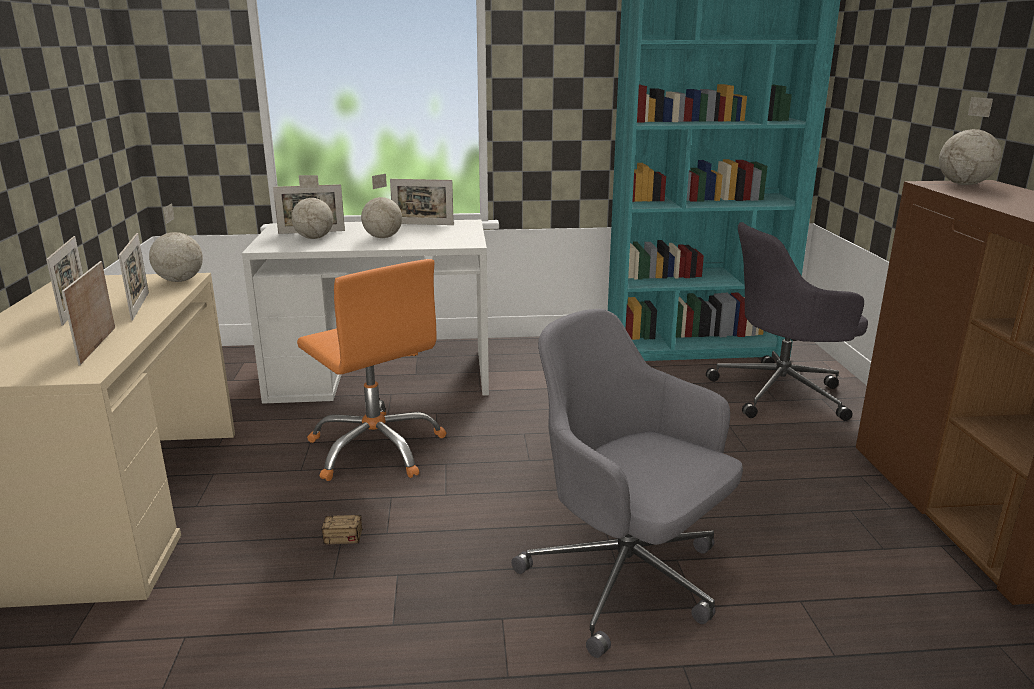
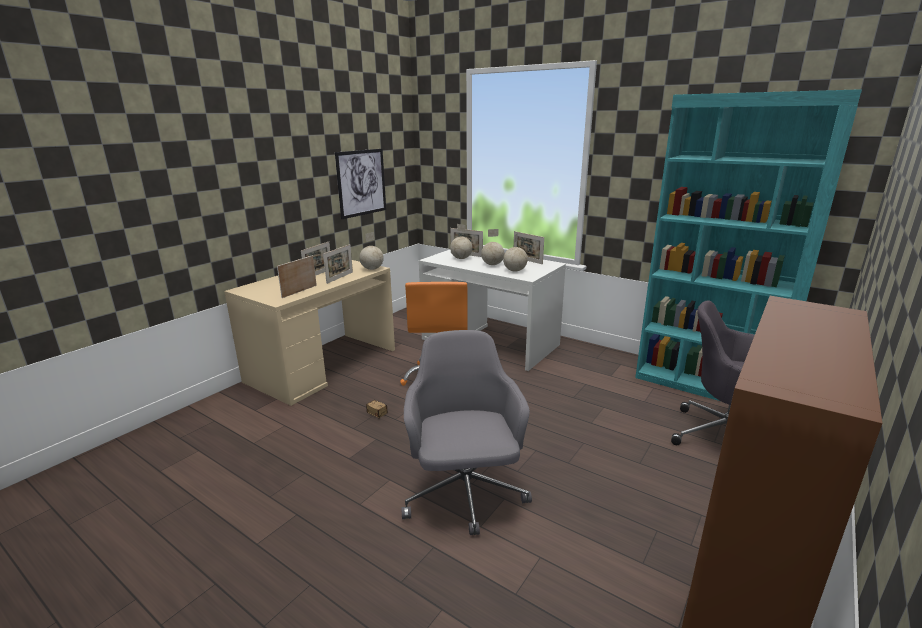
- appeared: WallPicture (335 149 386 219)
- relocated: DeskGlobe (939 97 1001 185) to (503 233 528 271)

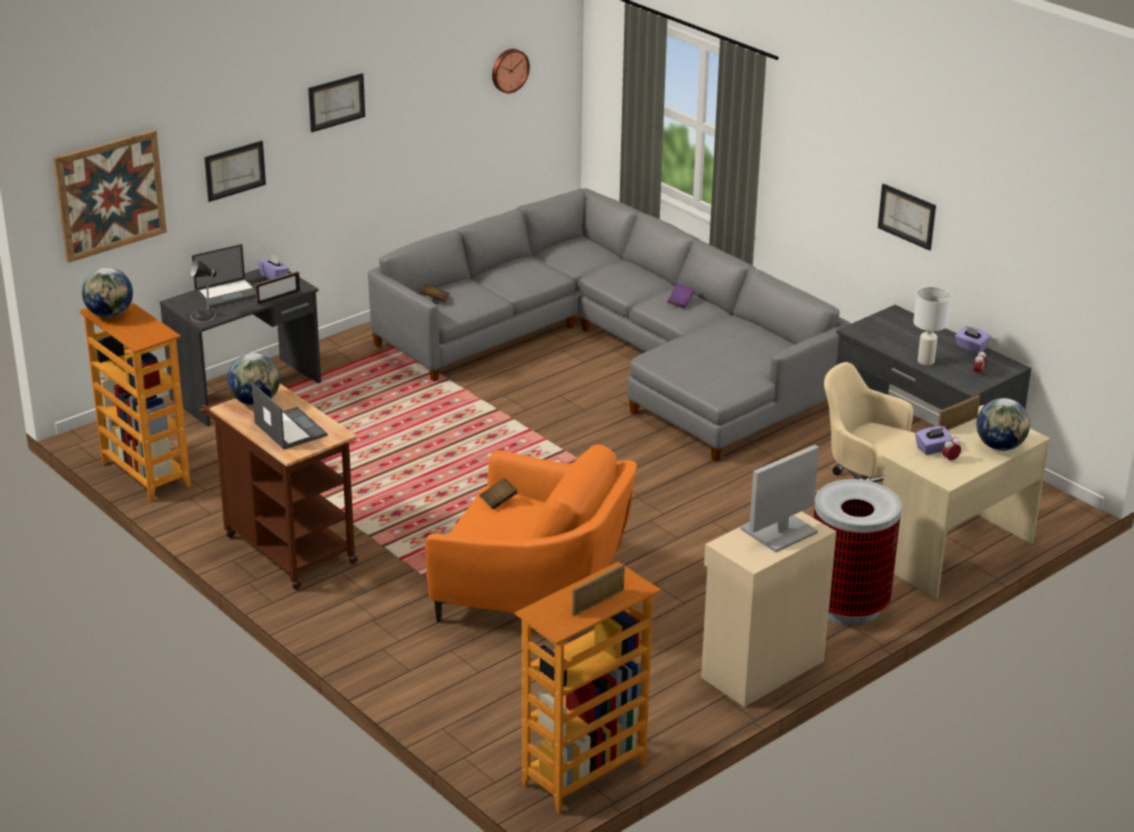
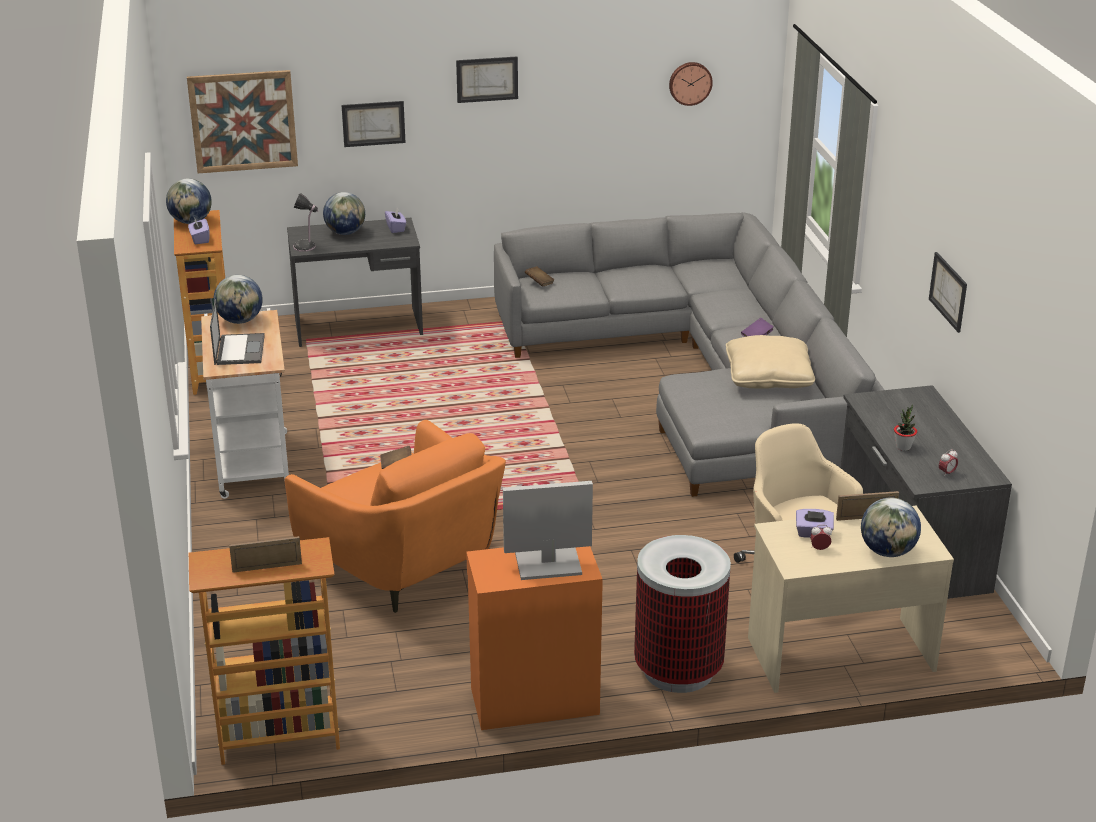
- missing: StandingFrame (255 271 300 306)
- appeared: BeigeColouredPillow (726 335 815 389)
- relocated: PurplishTissueHolder (955 326 991 354) to (188 217 210 244)
- exchanged: PortableComputer (192 244 256 308) to DeskGlobe (323 192 365 235)
- exchanged: WhiteColouredLampForATable (913 287 951 365) to PottedPlant (894 404 917 451)
- colour: BrownColouredCart (200 384 358 590) to WhiteColouredCart (201 308 289 499)
- colour: BeigeColouredCupboard (701 511 836 707) to OrangeCupboard (466 546 603 730)

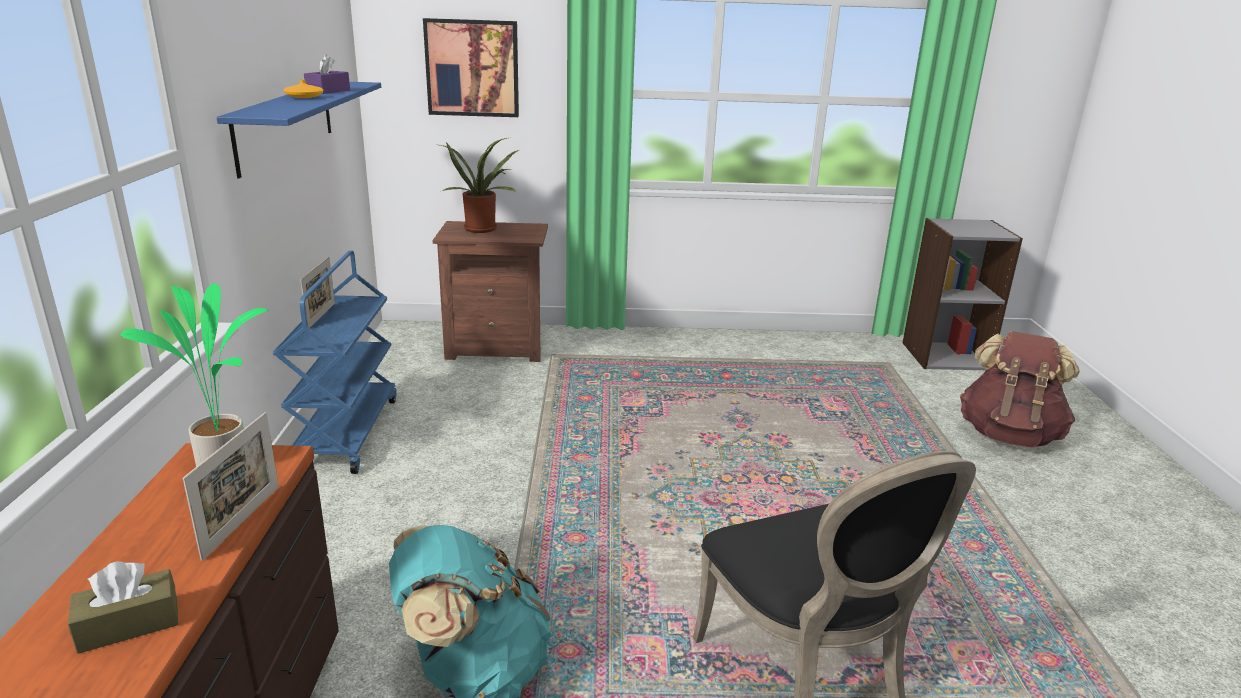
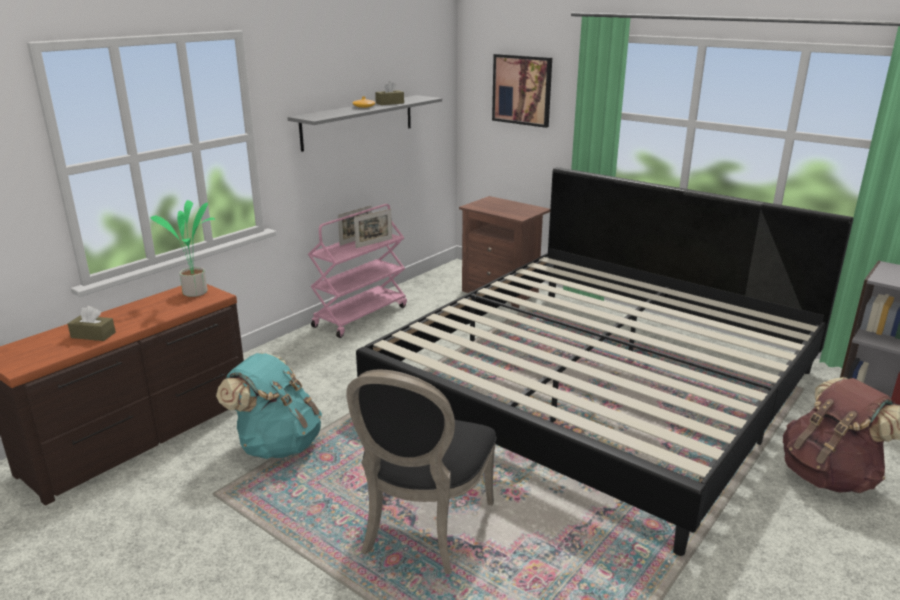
- missing: PottedPlant (440 138 519 233)
- appeared: SleepingBed (356 167 854 556)
- relocated: StandingFrame (183 412 279 561) to (354 209 392 248)
- colour: BlueWallShelf (216 82 381 178) to GreyishWallShelf (287 95 442 152)
- colour: BlueCart (273 251 397 474) to PinkCart (308 204 407 338)
- colour: PurplishTissueHolder (304 55 350 94) to BrownColouredTissueHolder (375 81 404 105)

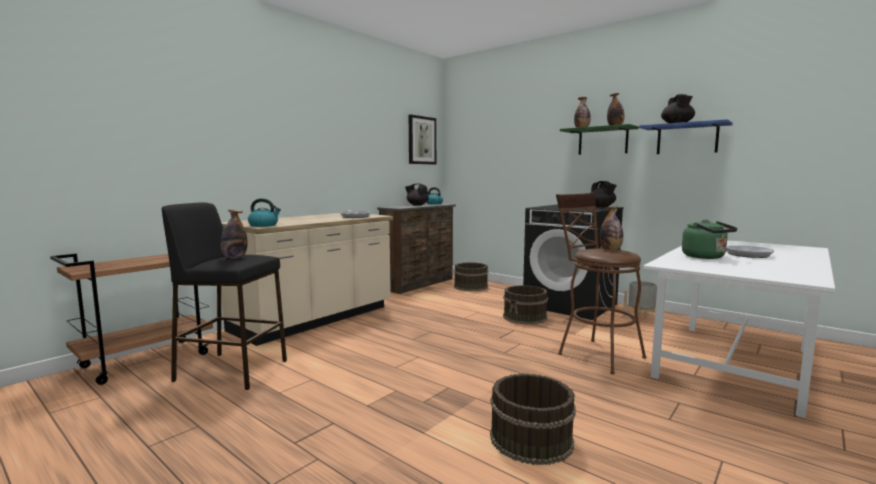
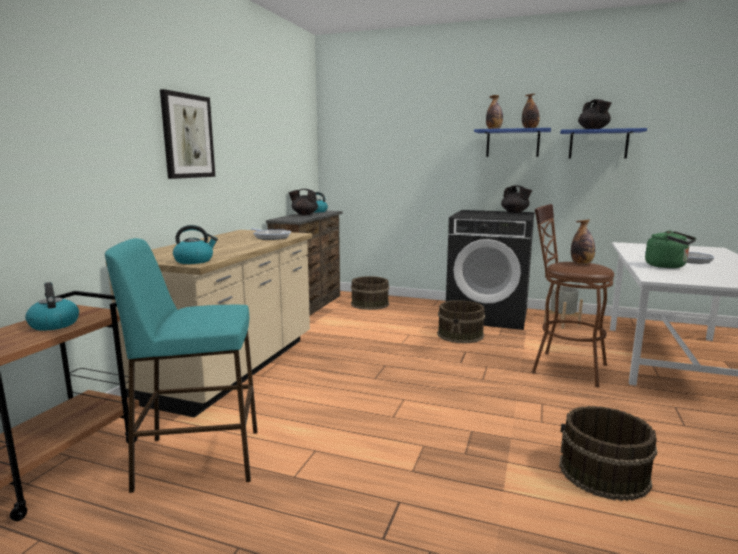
- missing: Bottle (220 209 248 258)
- appeared: WaterKettle (25 282 79 331)
- relocated: WallPicture (409 114 436 165) to (160 89 215 179)
- colour: BlackSittingStool (162 202 287 390) to TurquoiseColouredSittingStool (105 238 257 493)
- colour: GreenishWallShelf (560 124 639 155) to BlueWallShelf (474 128 551 157)

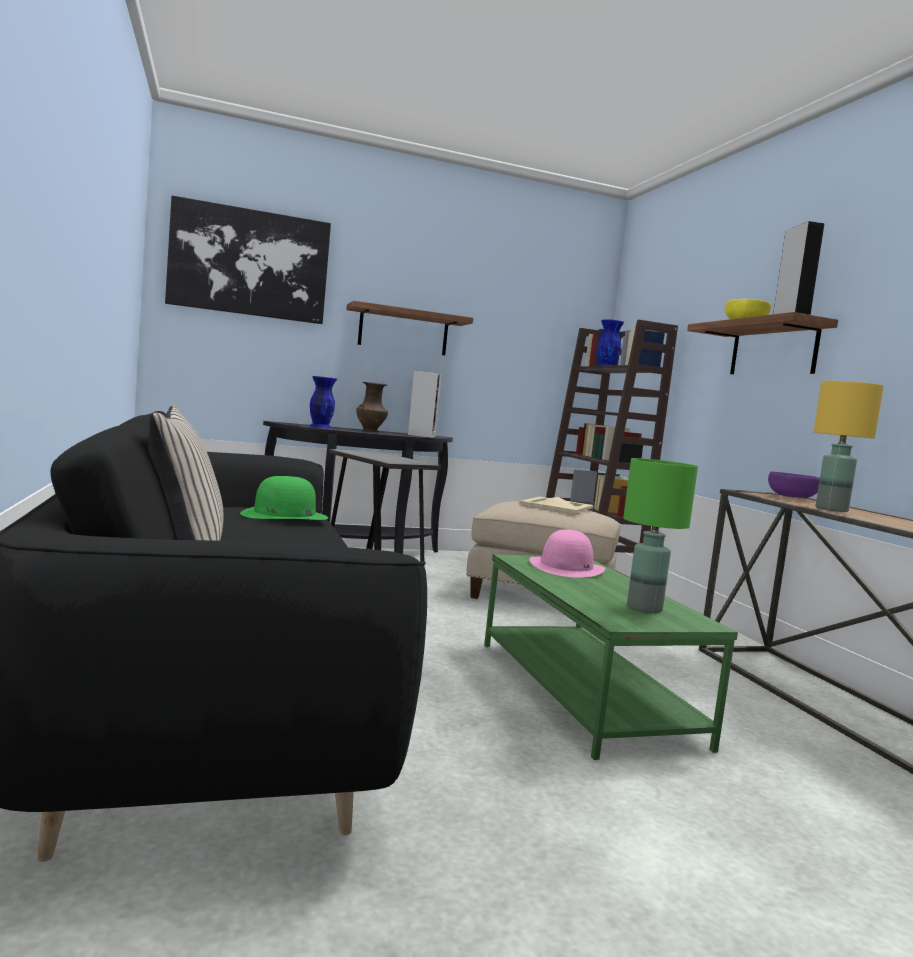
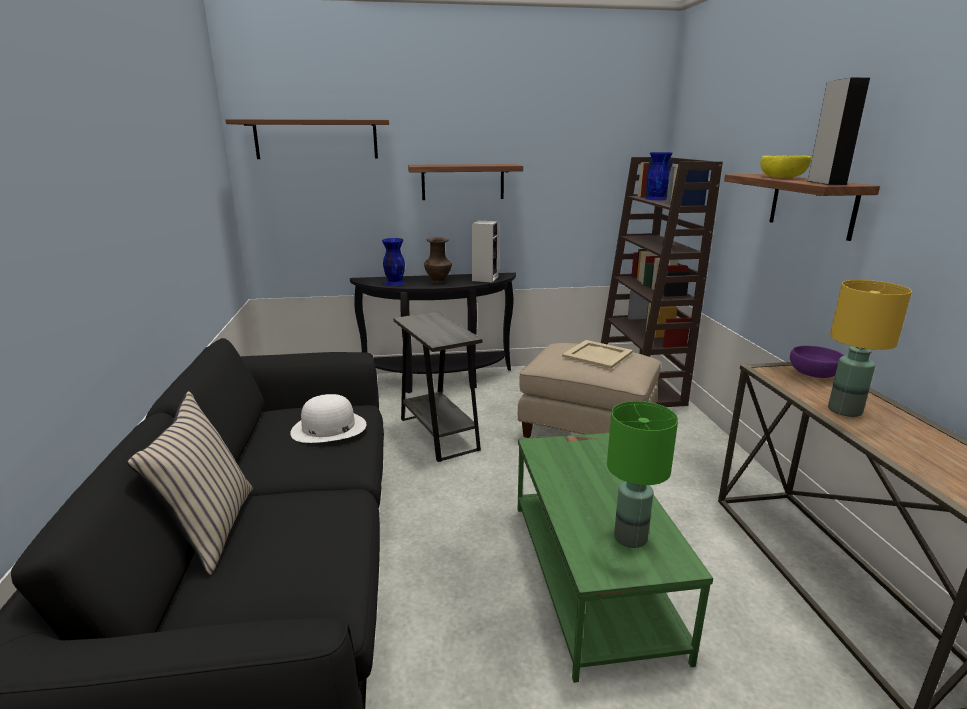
- missing: PinkClothingHat (529 529 605 578)
- exchanged: WallPicture (165 196 331 324) to BrownColouredWallShelf (225 119 389 159)
- colour: GreenishClothingHat (240 476 328 520) to WhiteColouredClothingHat (290 394 366 443)

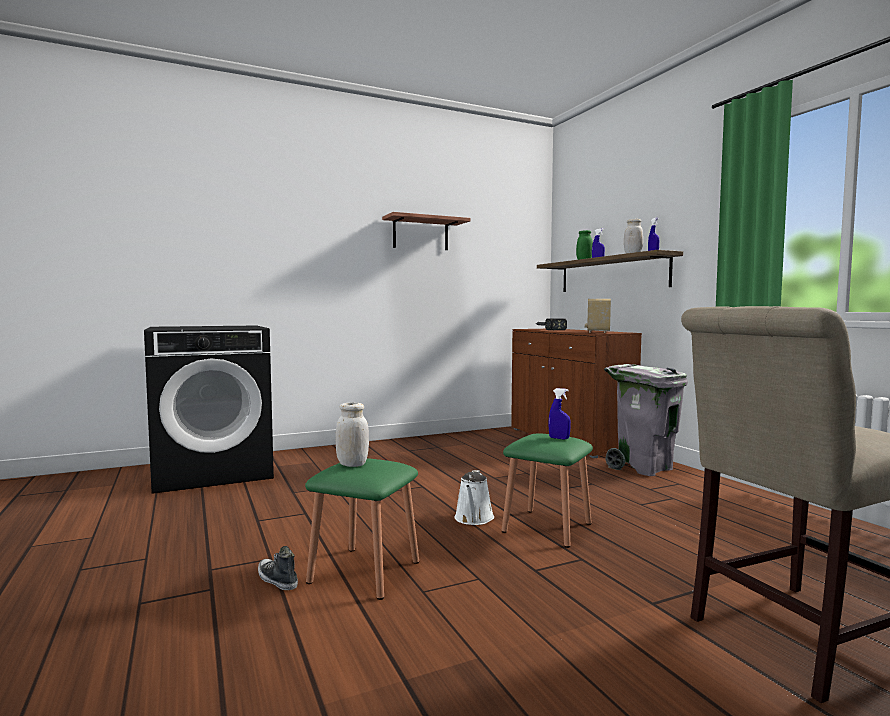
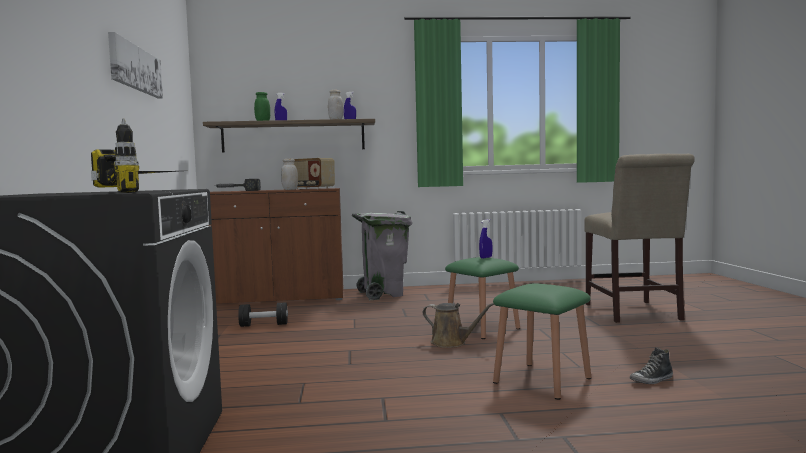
- appeared: PowerDrill (91 119 178 193)
- appeared: BlackHandWeight (238 302 288 327)
- relocated: LowShoe (258 546 298 590) to (630 347 673 384)
- relocated: WhiteColouredStorageJar (336 402 369 467) to (281 159 298 190)
- exchanged: WallShelf (382 212 471 250) to WallPicture (108 32 163 98)
- colour: WhiteColouredSprinklingCan (455 470 494 525) to BrownColouredSprinklingCan (423 303 494 348)

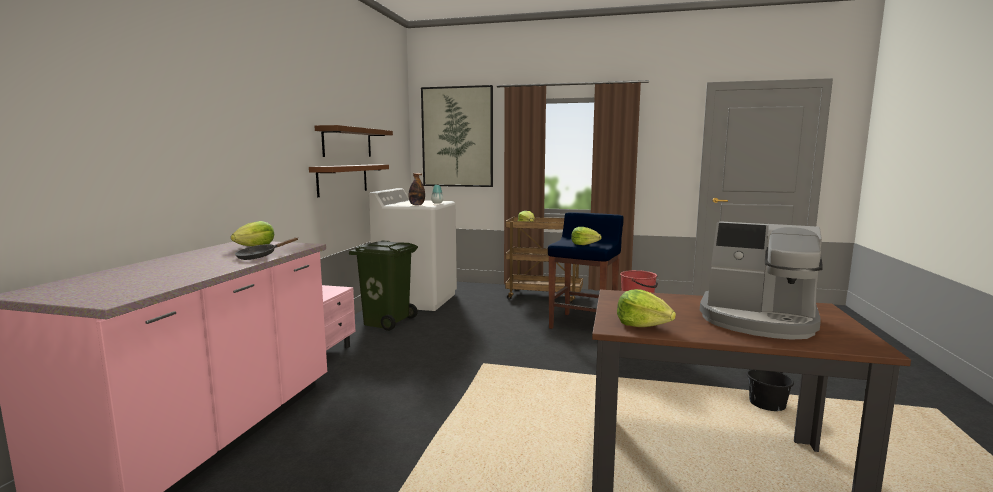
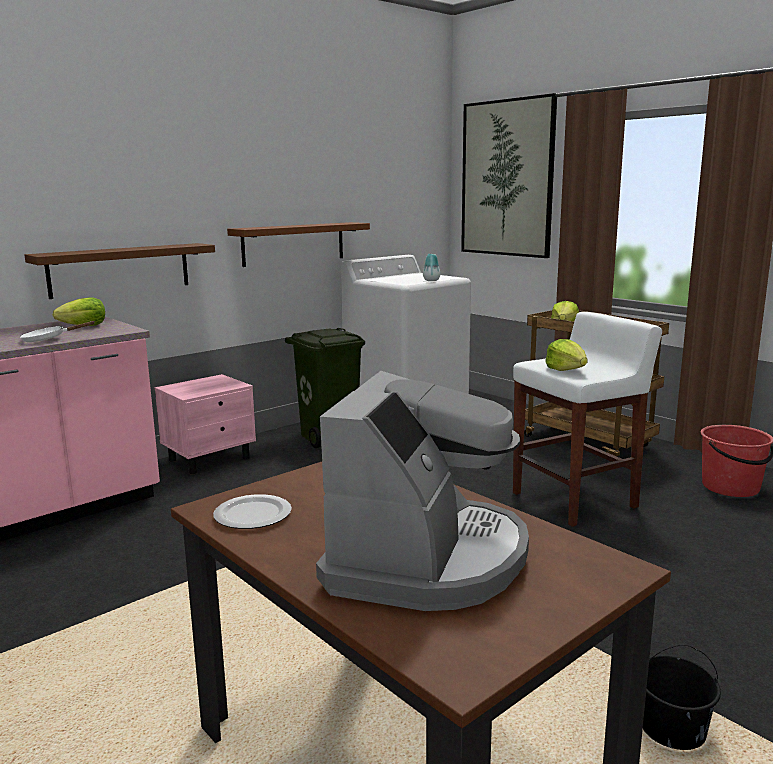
- missing: Bottle (409 173 425 205)
- relocated: BrownColouredWallShelf (315 125 393 157) to (25 243 215 299)
- exchanged: LettuceHead (617 289 676 327) to Plate (213 494 292 529)
- colour: BlackFryingPan (235 237 298 260) to WhiteColouredFryingPan (20 321 95 342)
- colour: BlueSittingStool (548 212 624 329) to WhiteColouredSittingStool (513 312 662 527)
- spun: CoffeeBrewer (700 221 823 340) = (316 371 529 611) 135 degrees counterclockwise

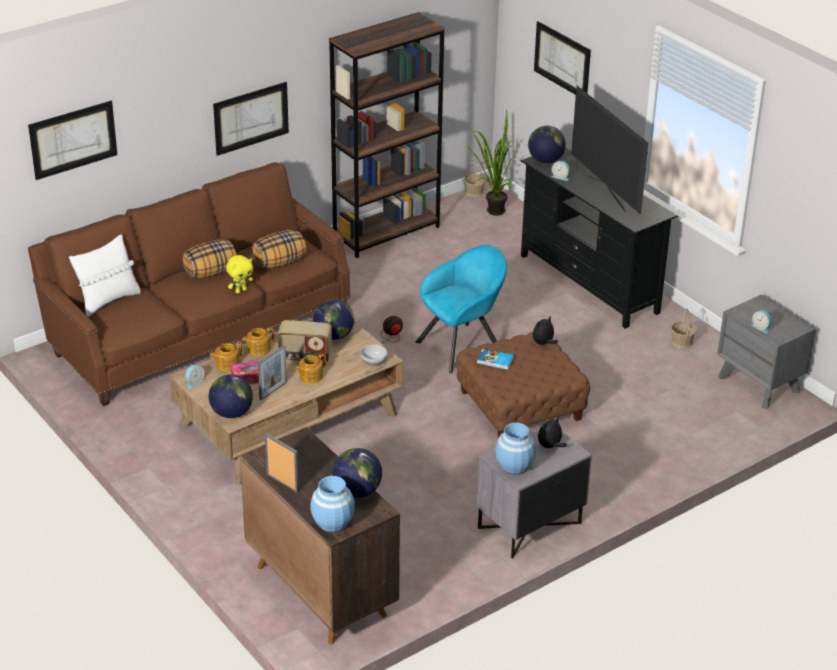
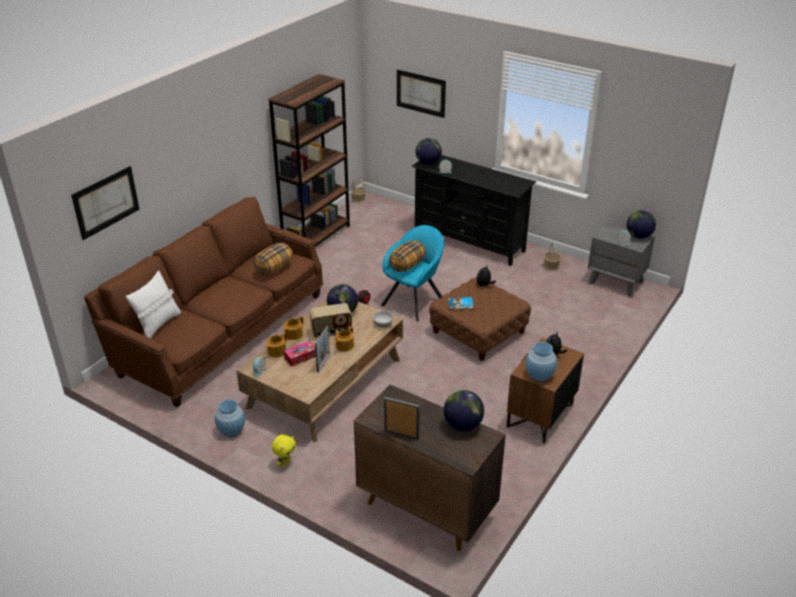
- missing: WallPicture (213 82 289 156)
- missing: PottedPlant (465 109 516 216)
- missing: Television (571 86 648 215)
- relocated: Pillow (182 239 237 278) to (389 240 426 272)
- relocated: DeskGlobe (209 374 253 418) to (627 210 656 239)
- relocated: YellowishCuddlyToy (226 255 253 294) to (271 435 296 467)
- relocated: BlueVase (310 476 355 533) to (215 399 245 437)
- colour: GreyishNightstand (477 429 592 558) to BrownColouredNightstand (507 338 584 443)

